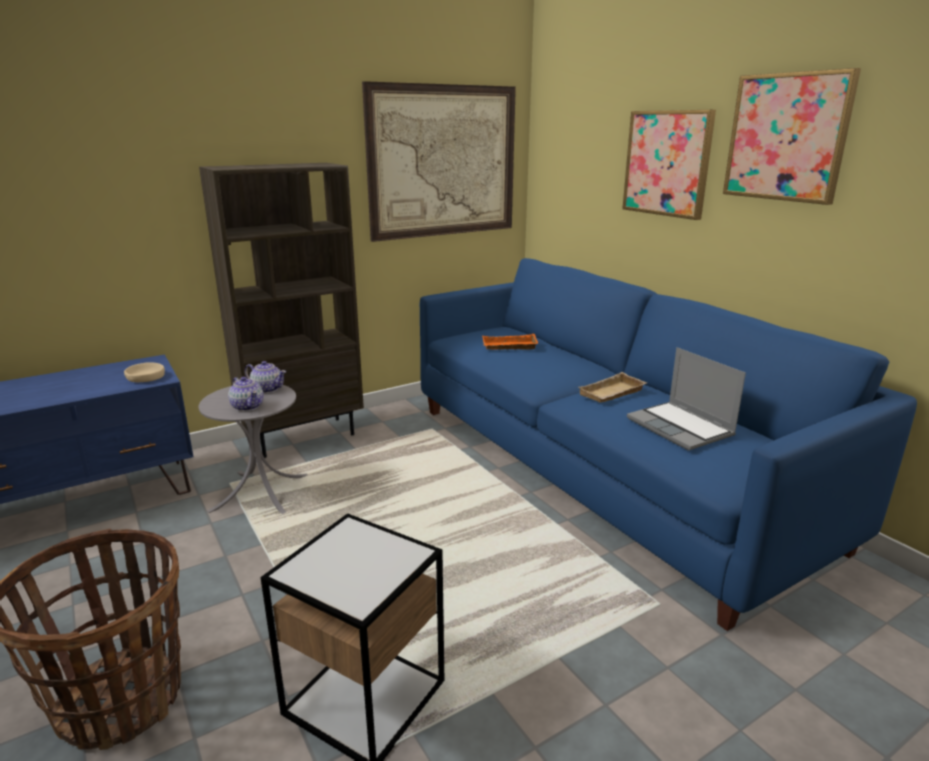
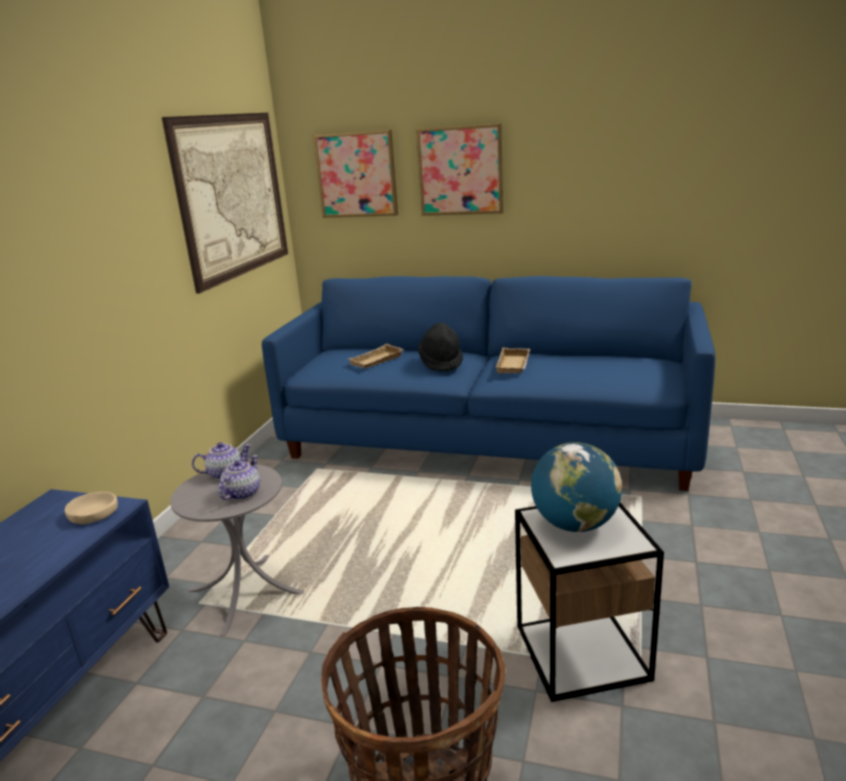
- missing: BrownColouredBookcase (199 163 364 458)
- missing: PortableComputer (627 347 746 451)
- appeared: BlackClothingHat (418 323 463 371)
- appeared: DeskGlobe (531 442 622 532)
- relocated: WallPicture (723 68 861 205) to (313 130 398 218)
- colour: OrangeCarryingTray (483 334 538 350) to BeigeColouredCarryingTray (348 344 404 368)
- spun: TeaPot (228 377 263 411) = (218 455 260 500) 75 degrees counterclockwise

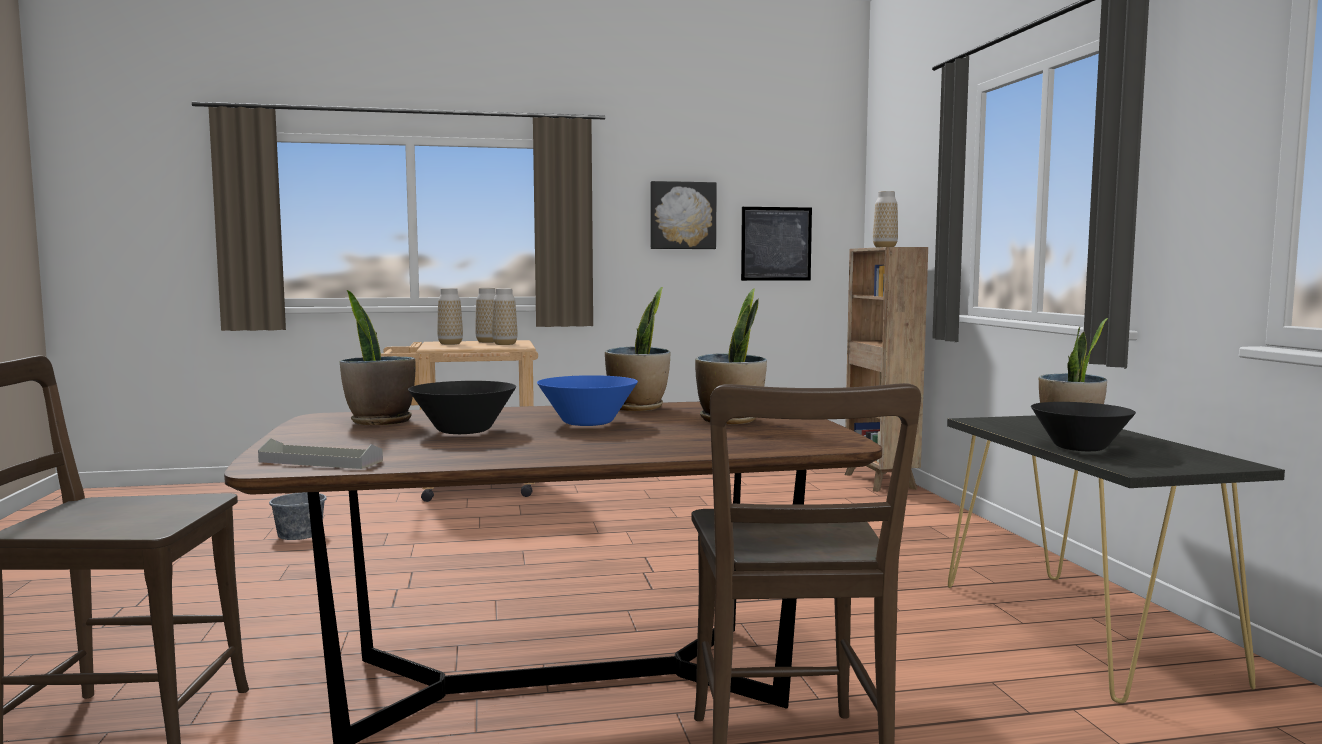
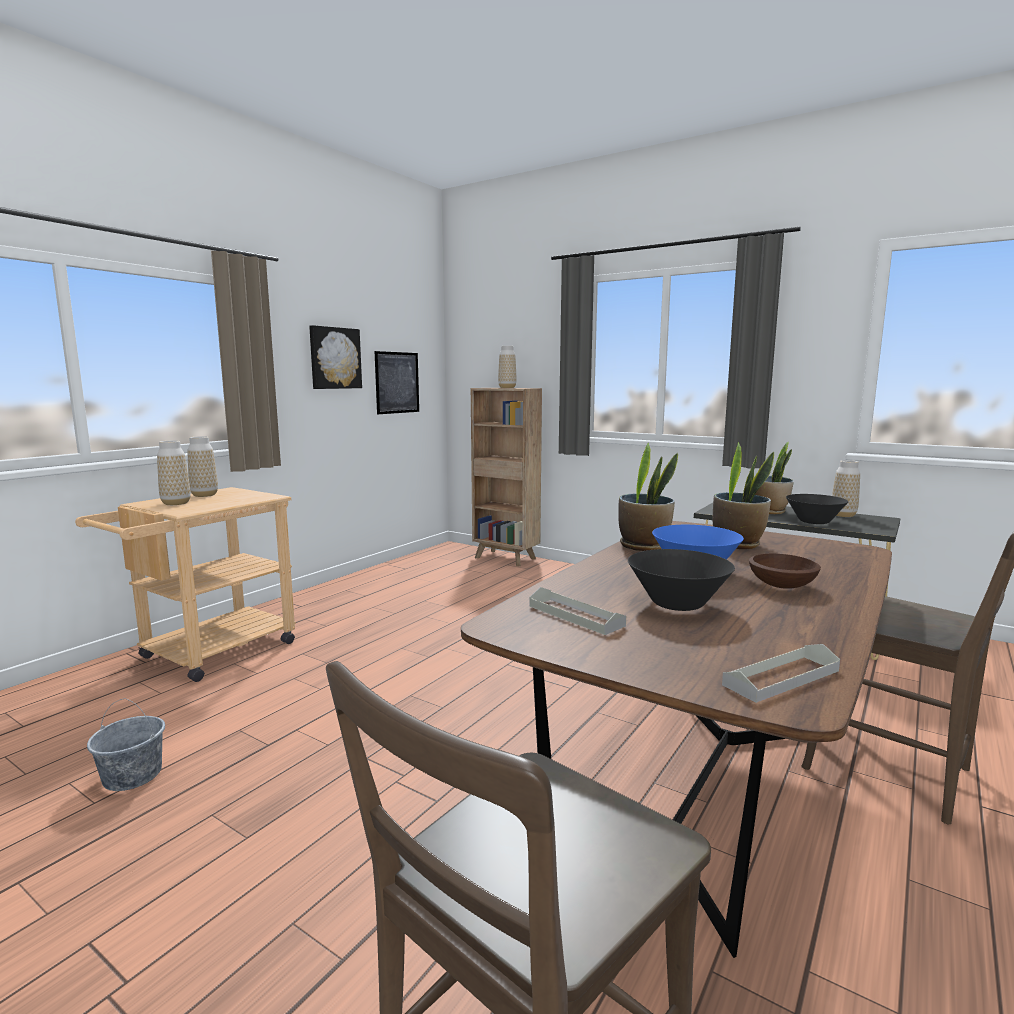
- appeared: BrownColouredServingBowl (749 554 821 589)
- relocated: Vase (492 288 517 345) to (832 460 860 517)
- exchanged: PottedPlant (340 290 415 425) to GreyishCarryingTray (529 587 626 635)

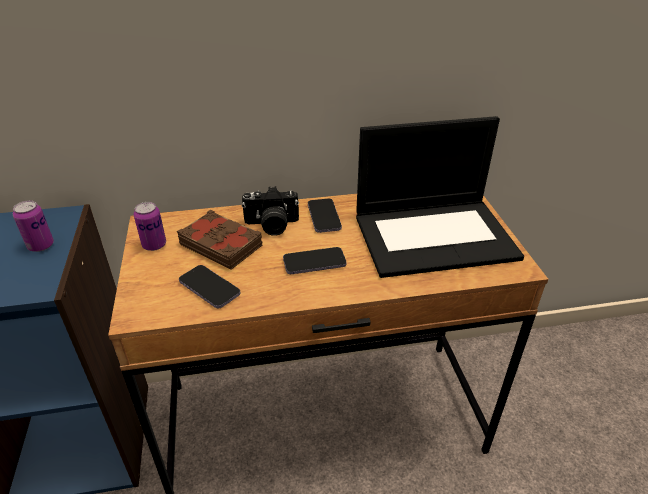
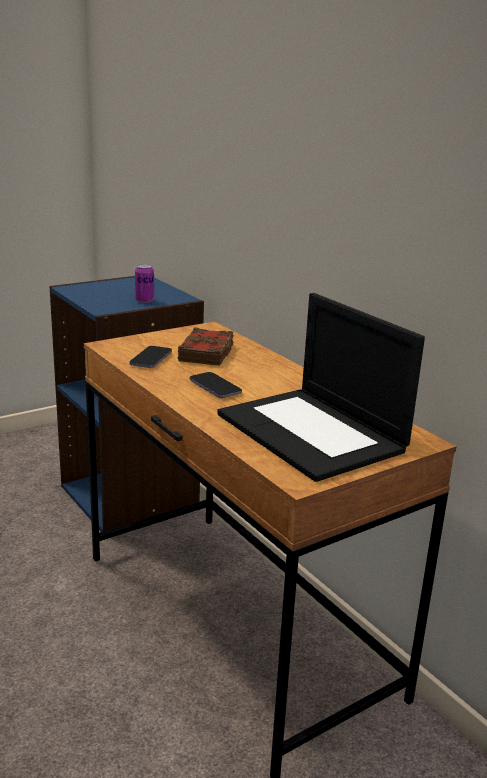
- missing: Can (134 202 166 251)
- missing: PhotoCamera (241 186 299 236)
- missing: Telephone (308 198 342 233)

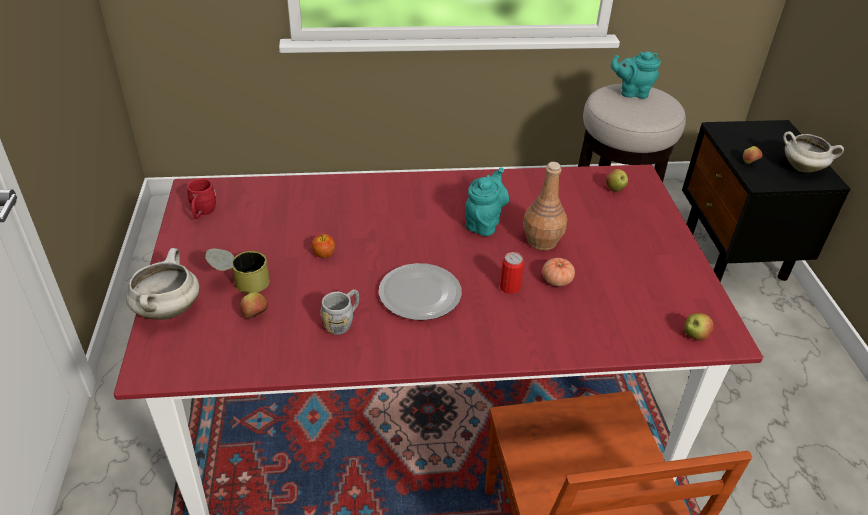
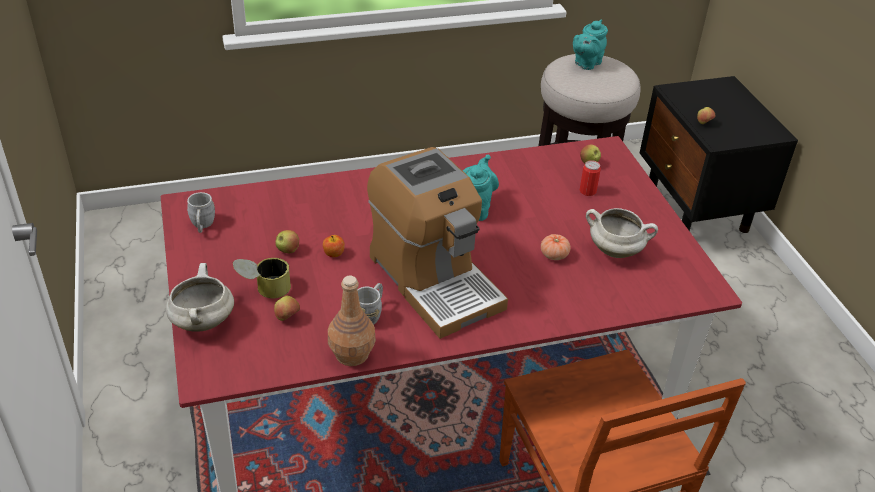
- relocated: Can (500 252 524 294) to (580 160 601 196)
- relocated: BrownColouredBottle (523 162 567 250) to (328 276 376 366)
- relocated: AppleFruit (684 313 714 340) to (275 230 299 253)
- relocated: WhiteColouredSaucepot (783 131 844 173) to (586 208 658 258)
- exchanged: Plate (379 263 462 320) to CoffeeBrewer (367 147 508 339)
- colour: ReddishMug (187 179 216 219) to GreyishMug (187 192 215 233)
- spun: TurquoiseColouredTeaPot (611 51 661 99) = (573 19 608 70) 45 degrees counterclockwise

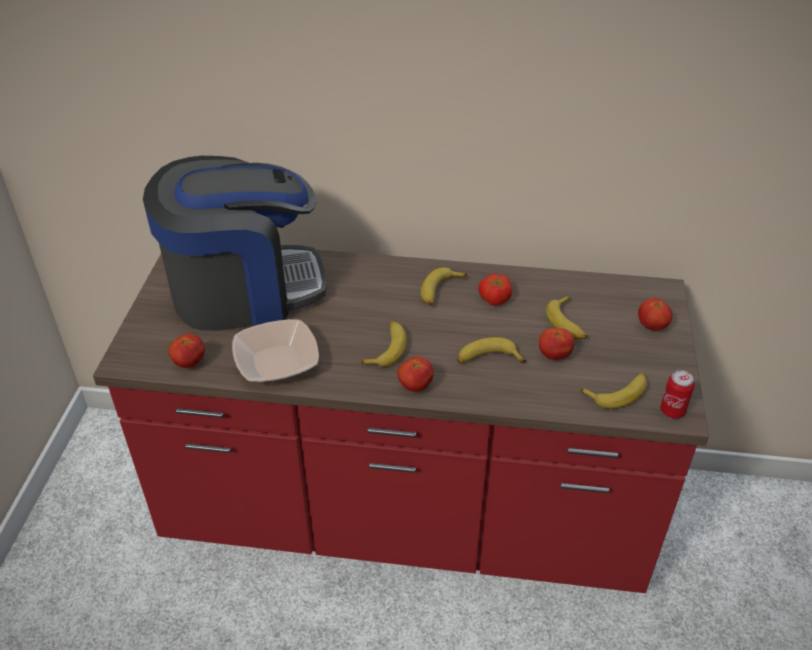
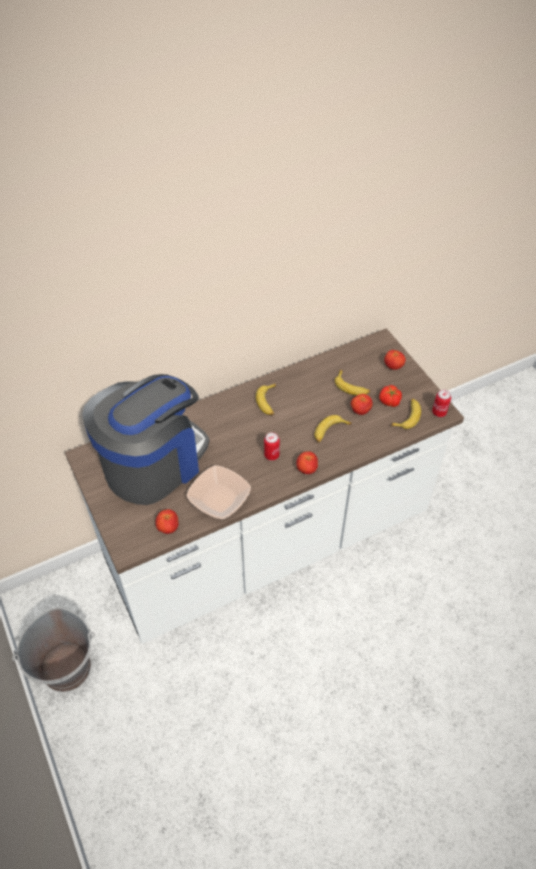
- appeared: GreyishBucket (12 607 95 692)
- relocated: WholeTomato (478 273 513 306) to (379 385 402 407)
- exchanged: Banana (361 321 407 367) to Can (264 432 280 461)
- colour: ReddishCounter (93 250 709 593) to WhiteColouredCounter (65 328 464 644)

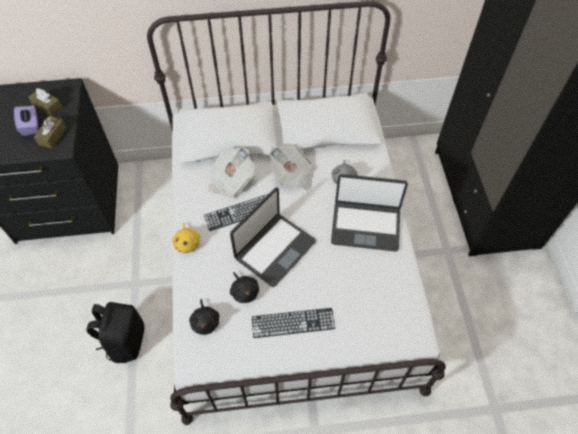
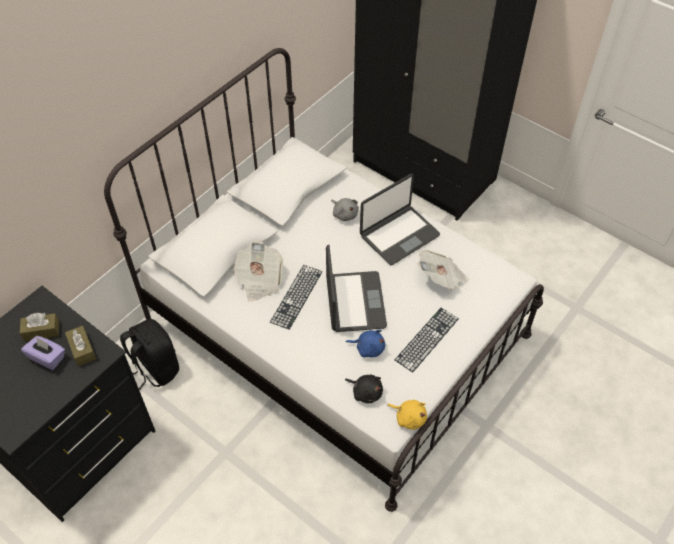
- relocated: BlackKnapsack (87 302 145 363) to (120 319 179 391)
- relocated: YellowishCuddlyToy (172 223 200 253) to (387 400 427 430)
- relocated: PrintedPaper (269 144 315 191) to (417 250 469 290)
- colour: BlackCuddlyToy (230 272 259 303) to BlueCuddlyToy (346 330 385 358)

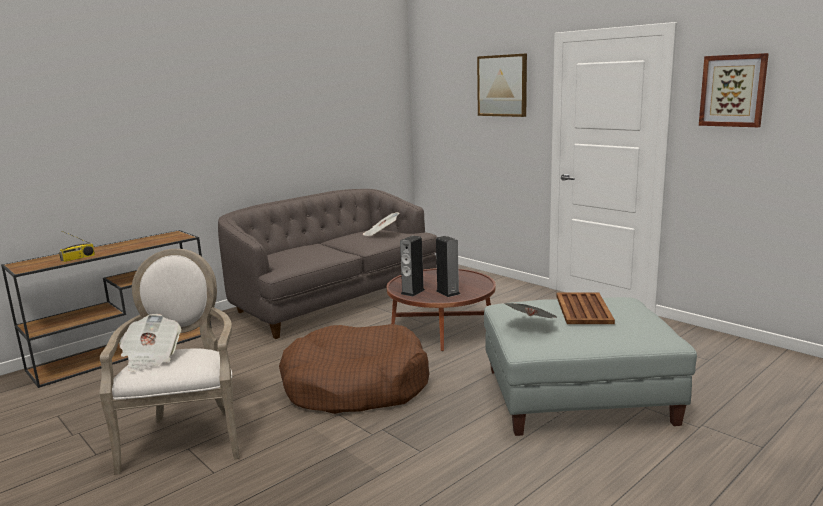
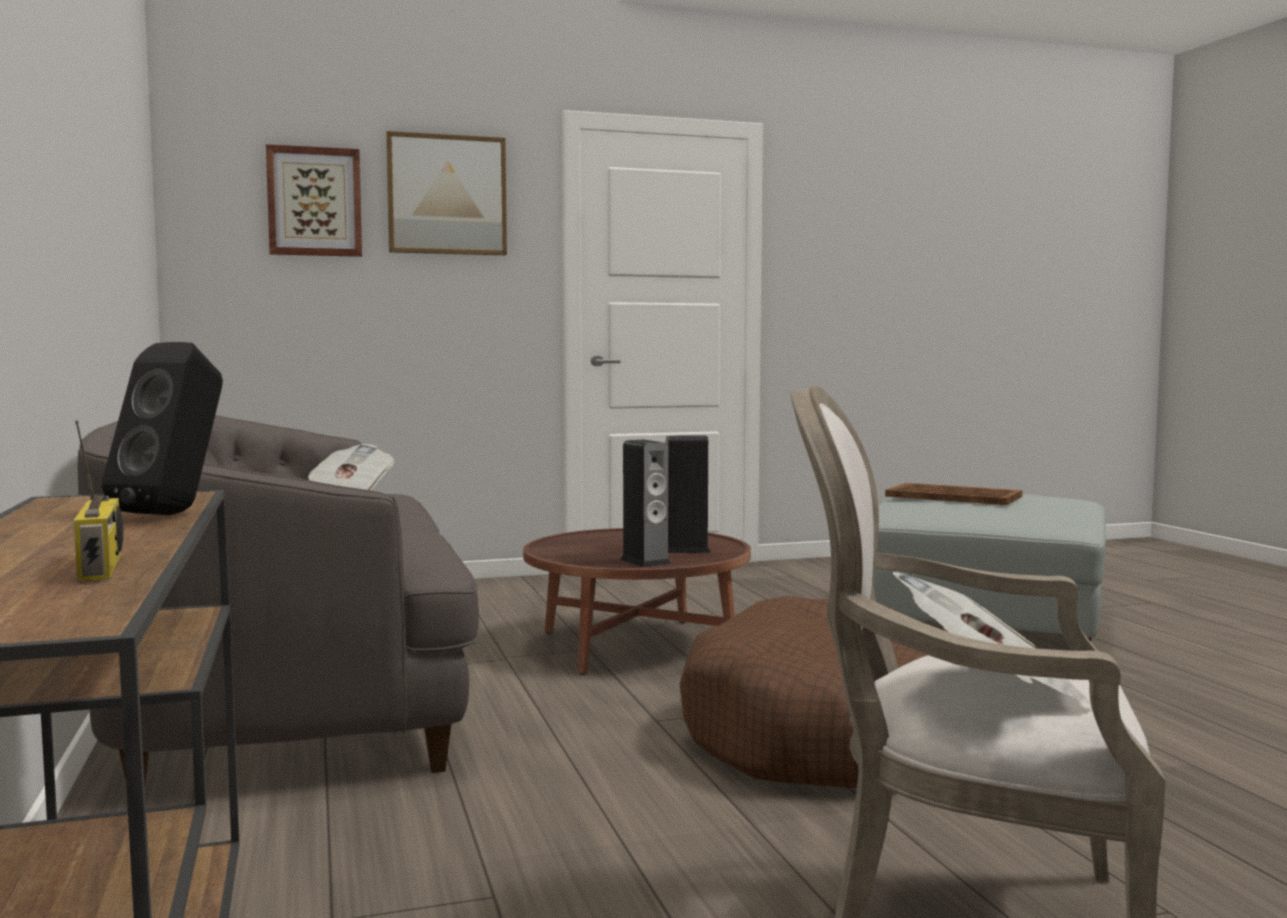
- missing: PrintedPaper (503 303 557 318)
- appeared: BlackLoudspeaker (102 342 223 515)
- relocated: WallPicture (699 53 769 127) to (266 144 362 257)

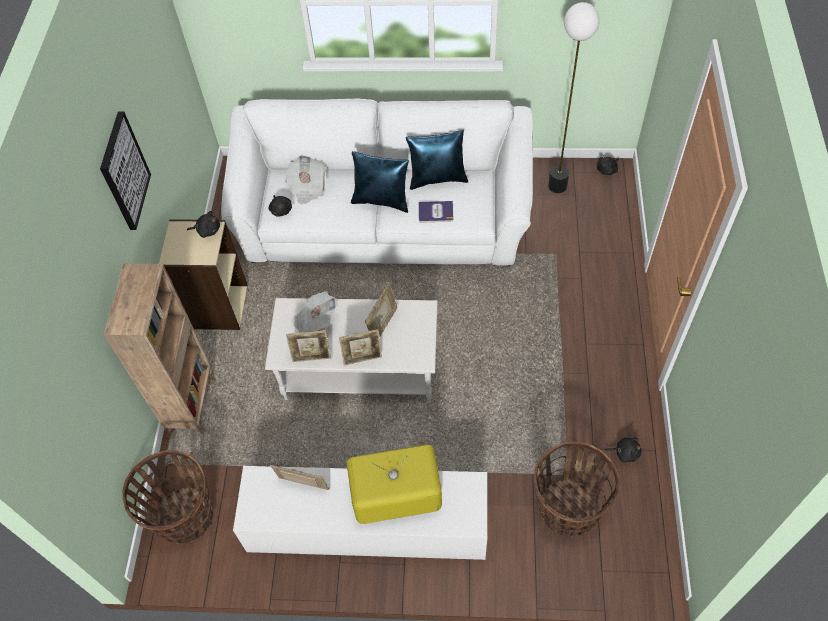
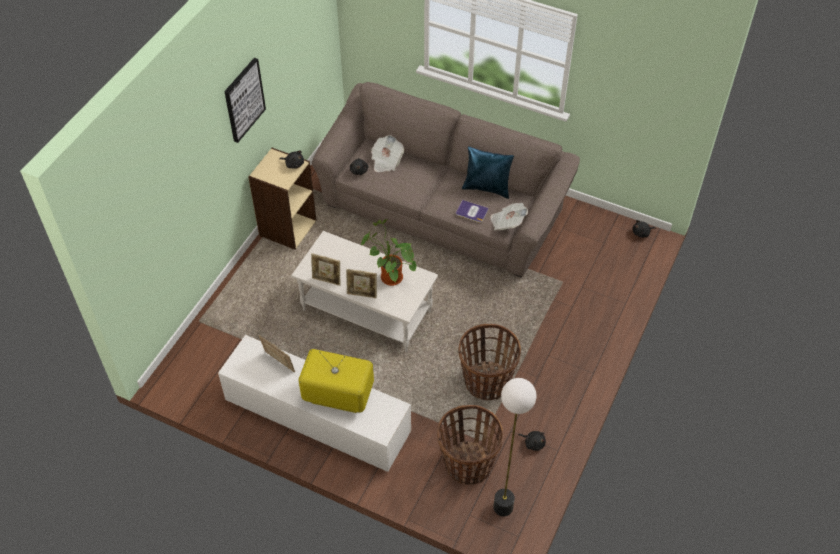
- missing: BrownColouredBookcase (104 264 215 434)
- missing: BluePillow (351 151 409 213)
- relocated: HouseholdBasket (122 450 214 544) to (458 324 521 400)
- relocated: PrintedPaper (291 291 338 332) to (490 203 528 230)
- relocated: StandardLamp (548 2 600 193) to (493 378 536 516)
- exchanged: StandingFrame (365 283 397 338) to PottedPlant (361 219 416 286)
- colour: WhiteColouredSofa (221 99 533 266) to BrownColouredSofa (311 82 580 277)

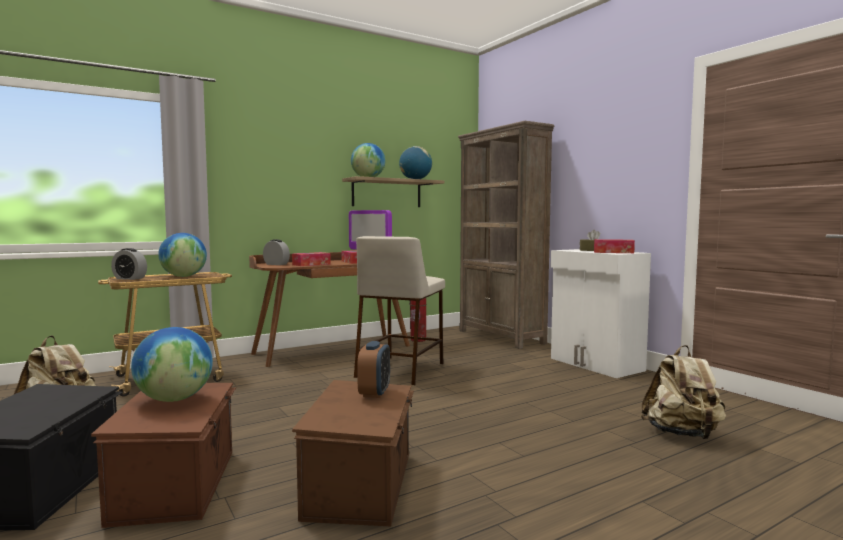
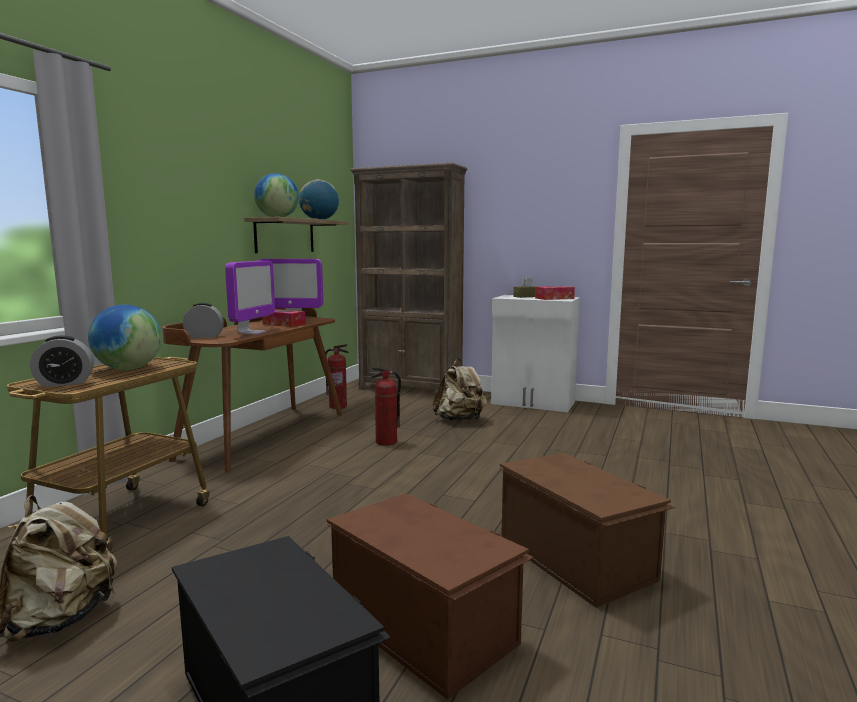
- missing: DeskGlobe (131 327 213 402)
- missing: TableClock (357 341 390 398)
- relocated: BeigeColouredKnapsack (641 345 726 439) to (433 359 487 421)
- exchanged: TissueHolder (292 252 331 266) to ComputerDisplay (225 261 275 335)
- exchanged: BeigeColouredSittingStool (354 236 445 385) to FireExtinguisher (371 367 401 446)

